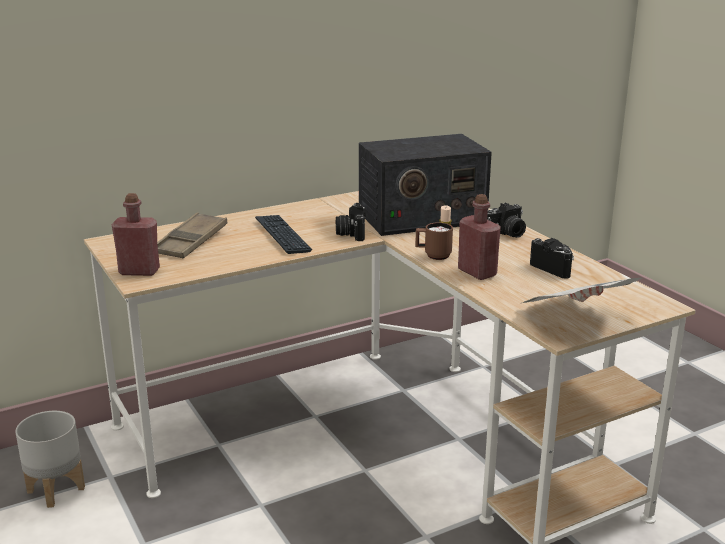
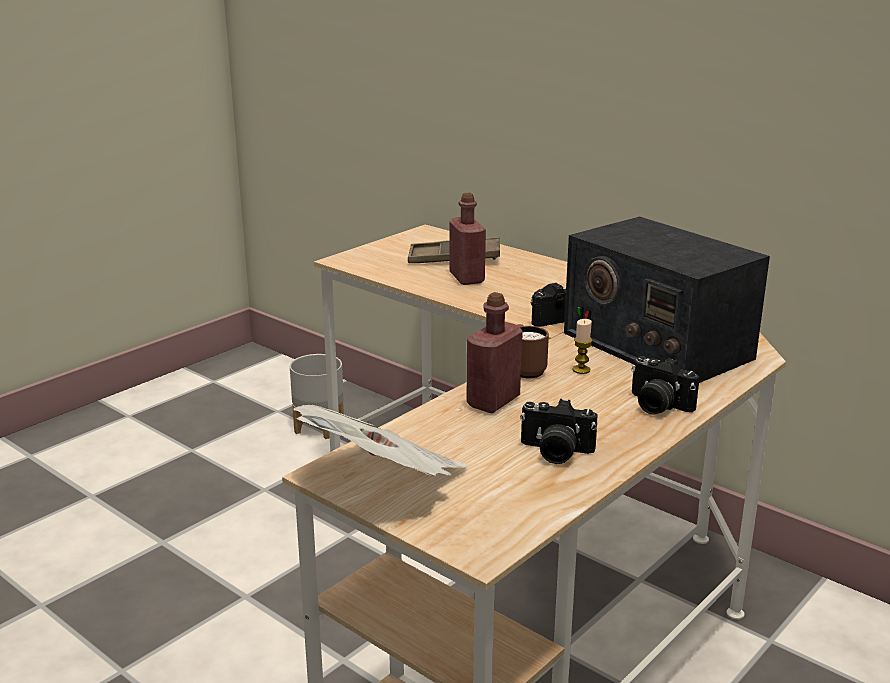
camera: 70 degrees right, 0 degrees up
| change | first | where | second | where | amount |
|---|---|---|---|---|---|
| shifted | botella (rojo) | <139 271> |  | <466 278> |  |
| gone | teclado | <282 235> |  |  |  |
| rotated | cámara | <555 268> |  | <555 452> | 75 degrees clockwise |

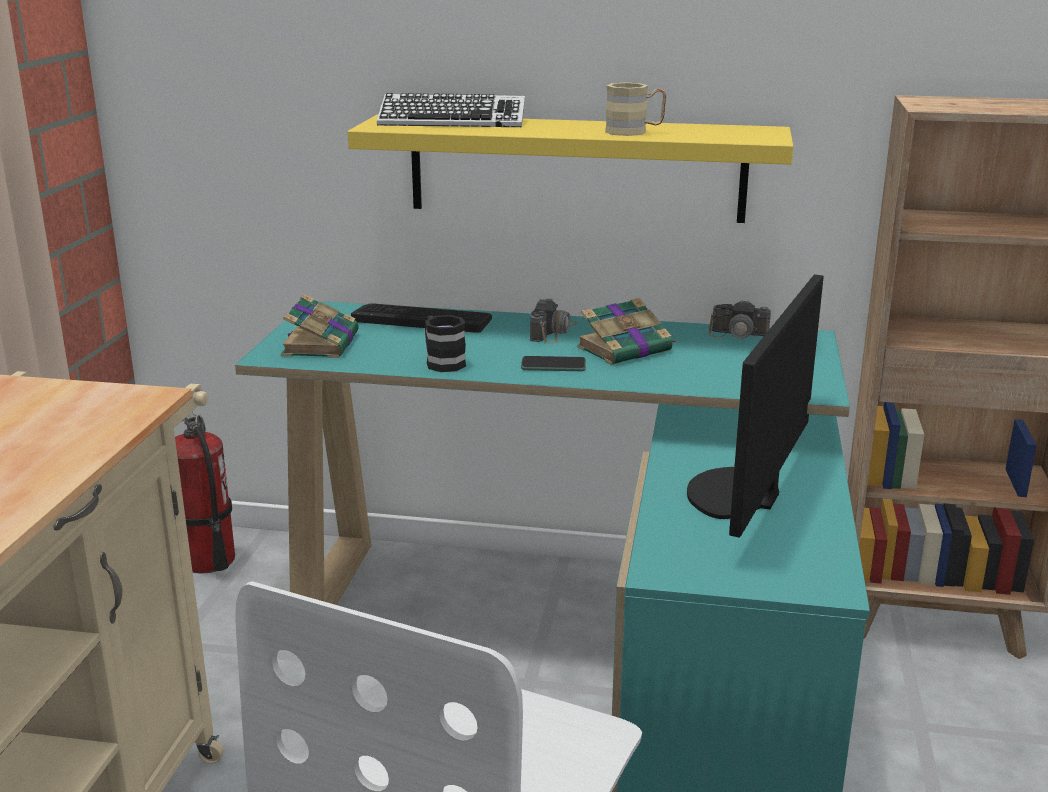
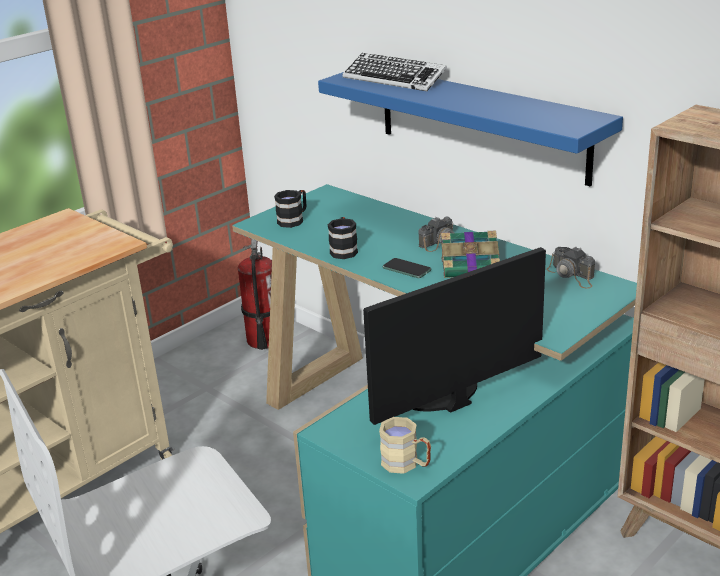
camera: 35 degrees right, 5 degrees up
| change | first | where | second | where | amount |
|---|---|---|---|---|---|
| swapped | libro | <321 343> | taza grande (negro) | <294 220> |  |
| repainted | estante (amarillo) | <576 168> | estante (azul) | <481 123> |  |
| gone | teclado | <422 319> |  |  |  |
| shifted | taza grande (beis) | <634 132> |  | <406 464> |  |

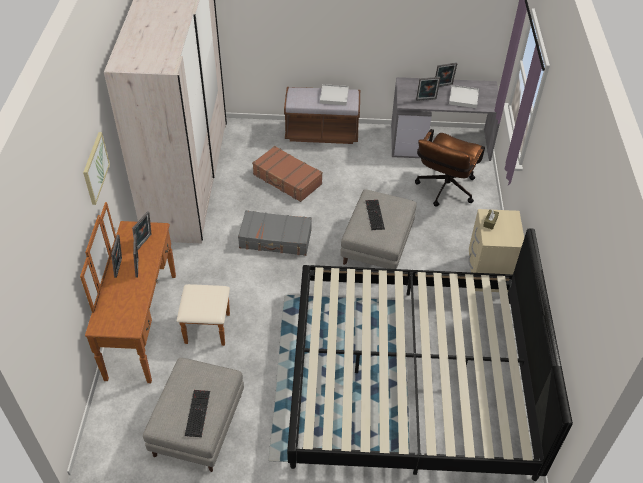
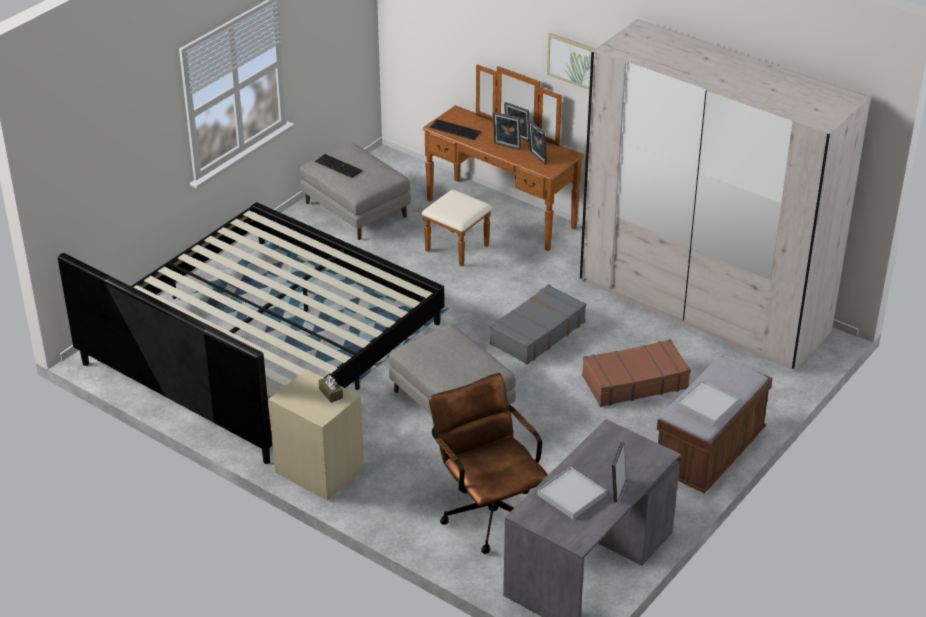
camera: 125 degrees right, 10 degrees down
| change | first | where | second | where | amount |
|---|---|---|---|---|---|
| shifted | teclado | <374 214> |  | <456 130> |  |
| gone | portarretratos | <426 100> |  |  |  |

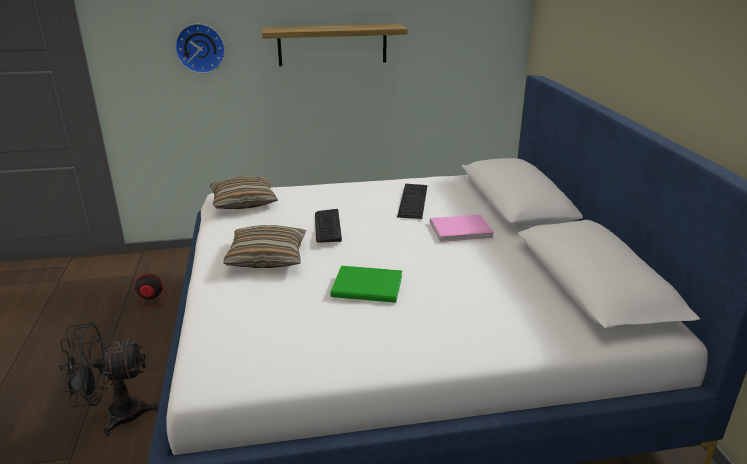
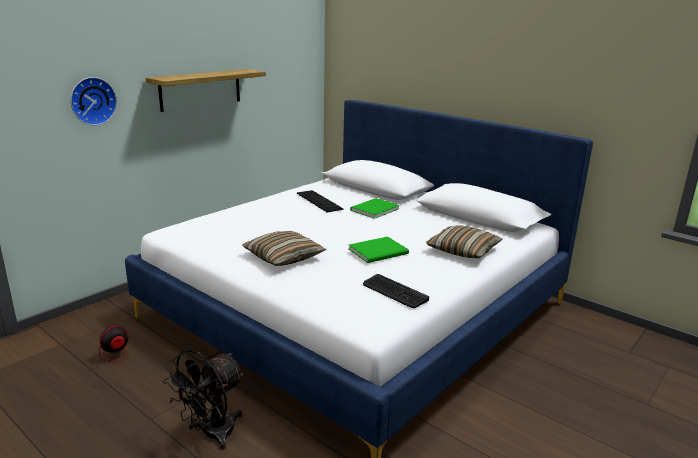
camera: 40 degrees left, 5 degrees down
| change | first | where | second | where | amount |
|---|---|---|---|---|---|
| shifted | cojín | <244 202> |  | <463 250> |  |
| shifted | teclado | <327 226> |  | <394 292> |  |
| repainted | libro (rosa) | <458 229> | libro (verde) | <373 209> |  |

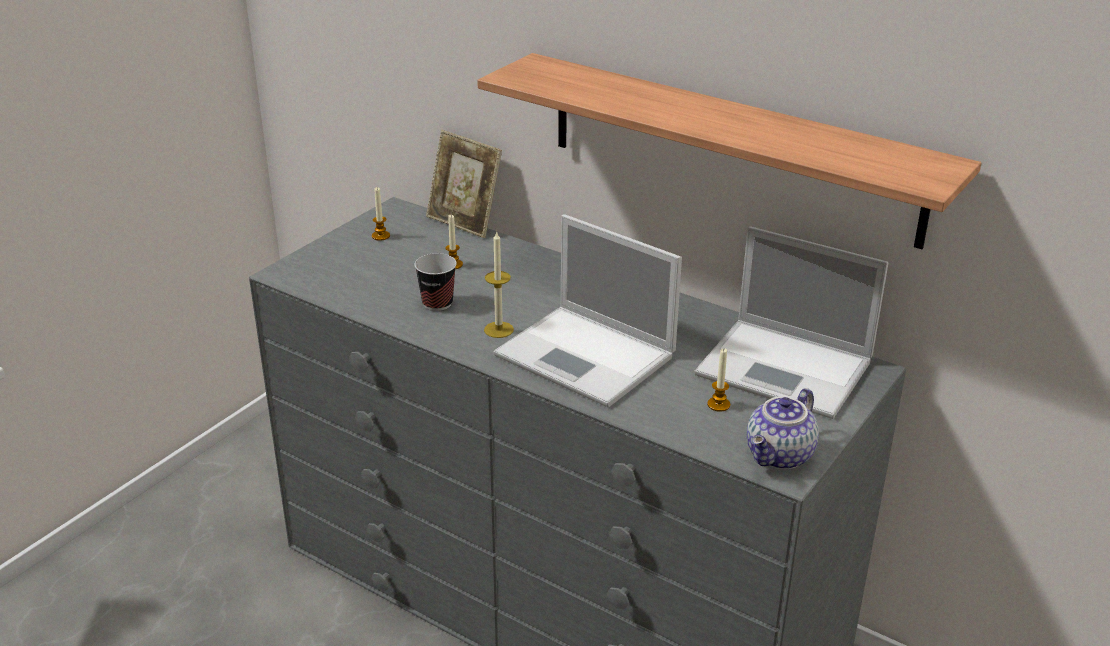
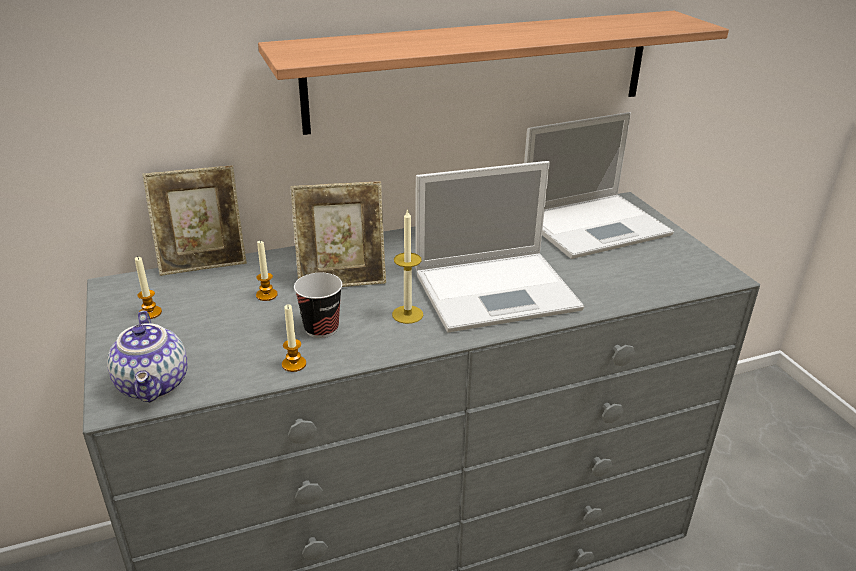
camera: 55 degrees left, 0 degrees up
| change | first | where | second | where | amount |
|---|---|---|---|---|---|
| shifted | vela | <718 405> |  | <294 364> |  |
| shifted | tetera | <780 456> |  | <155 385> |  |
| new |  |  | portarretratos | <342 279> |  |

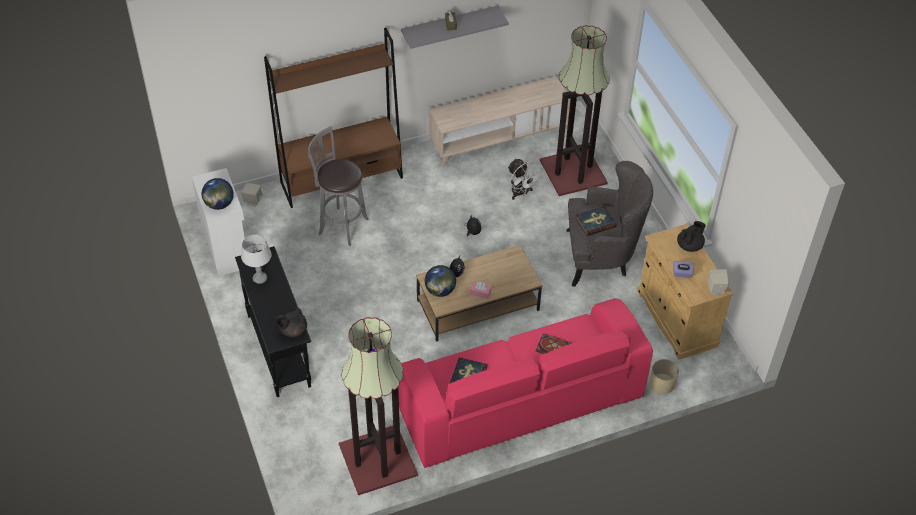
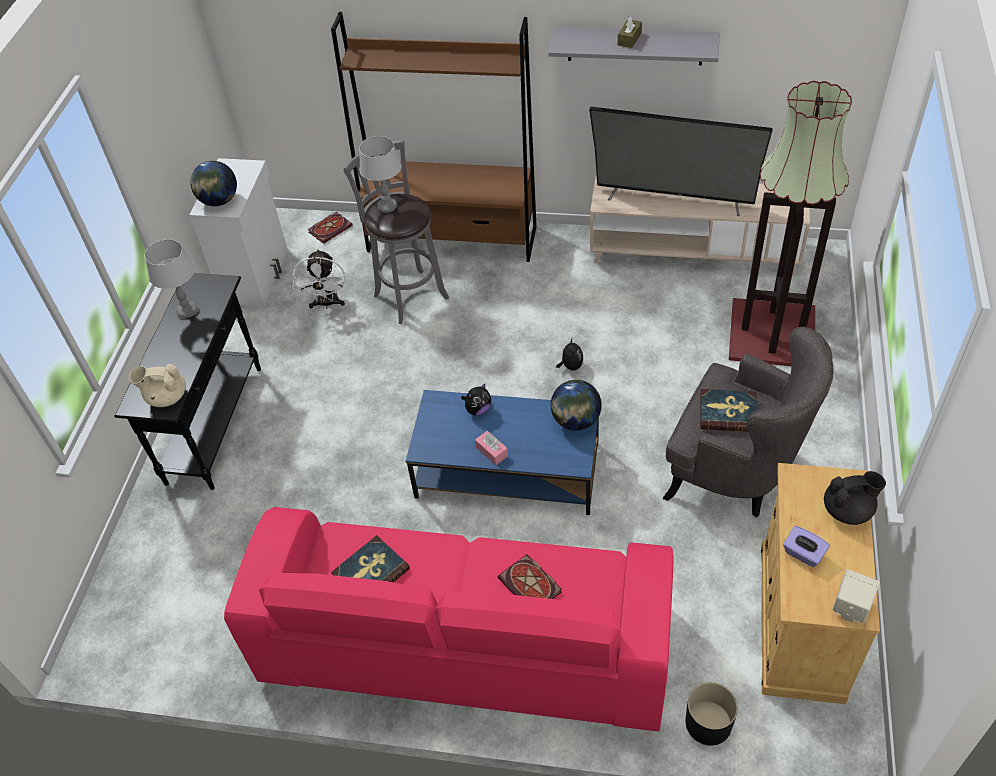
camera: 35 degrees right, 0 degrees up
| change | first | where | second | where | amount |
|---|---|---|---|---|---|
| swapped | altavoz (beis) | <253 201> | libro | <330 228> |  |
| repainted | tetera (negro) | <292 330> | tetera (beis) | <166 397> |  |
| gone | lámpara de pie | <377 461> |  |  |  |
| repainted | mesa de centro (marrón) | <478 305> | mesa de centro (azul) | <507 471> |  |
| shifted | globo terráqueo | <440 291> |  | <575 421> |  |
| shifted | ventilador (blanco) | <521 193> |  | <327 304> |  |
| repainted | maceta (beis) | <662 384> | maceta (negro) | <708 723> |  |
| new |  |  | lámpara de mesa (gris) | <387 207> |  |
| new |  |  | televisor | <674 197> |  |

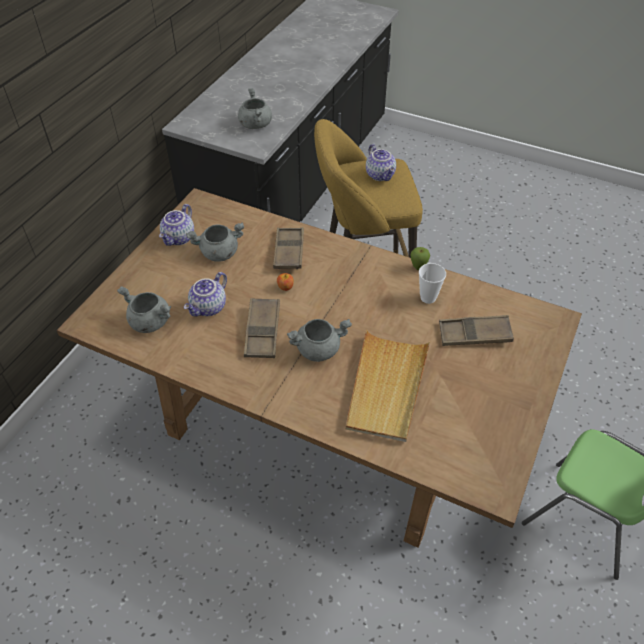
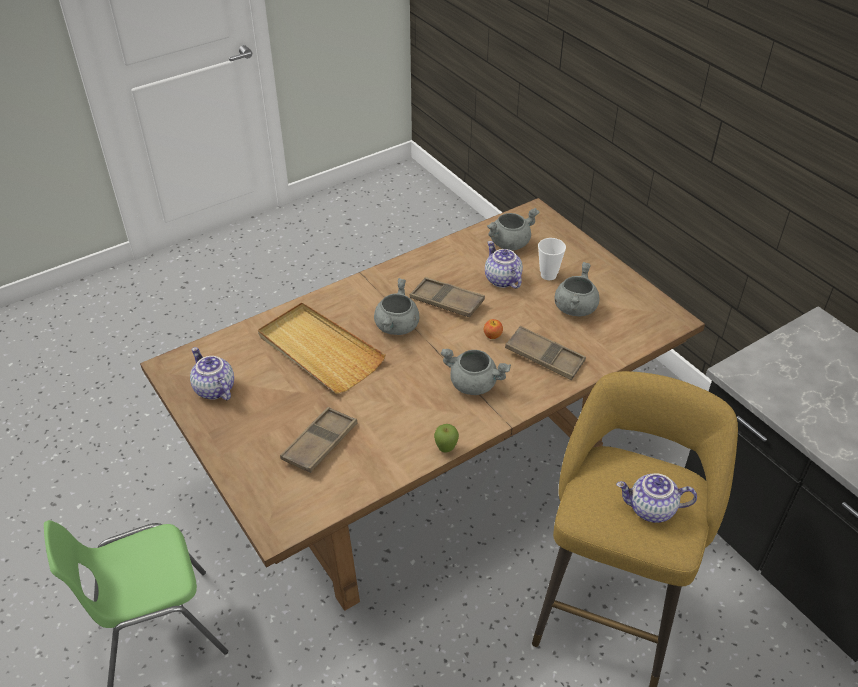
camera: 120 degrees right, 5 degrees down
| change | first | where | second | where | amount |
|---|---|---|---|---|---|
| shifted | tetera | <179 238> |  | <213 389> |  |
| shifted | olla (gris) | <255 124> |  | <474 384> |  |
| shifted | taza | <428 298> |  | <548 275> |  |

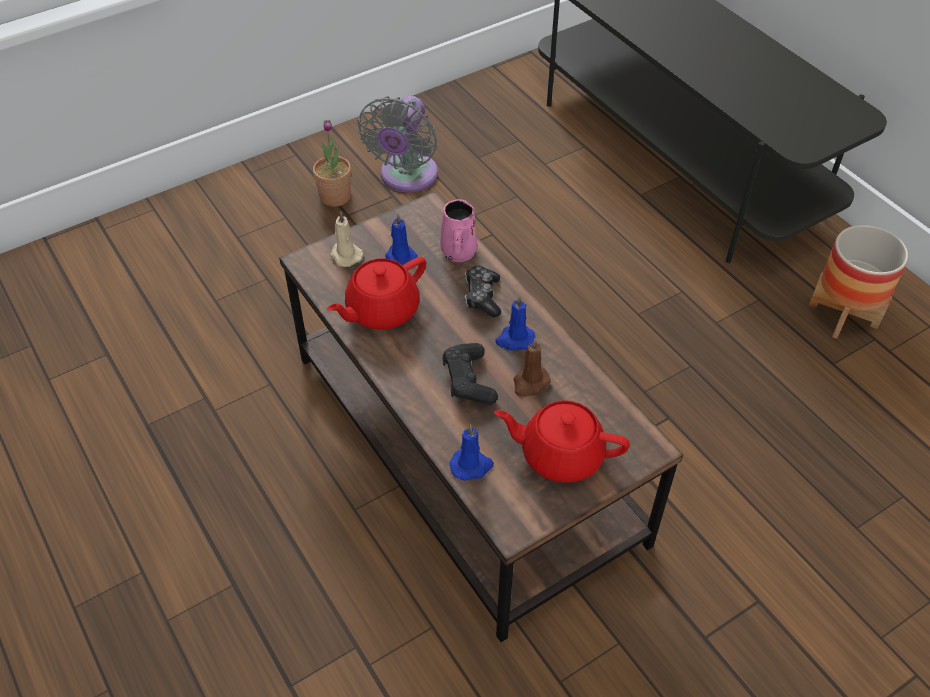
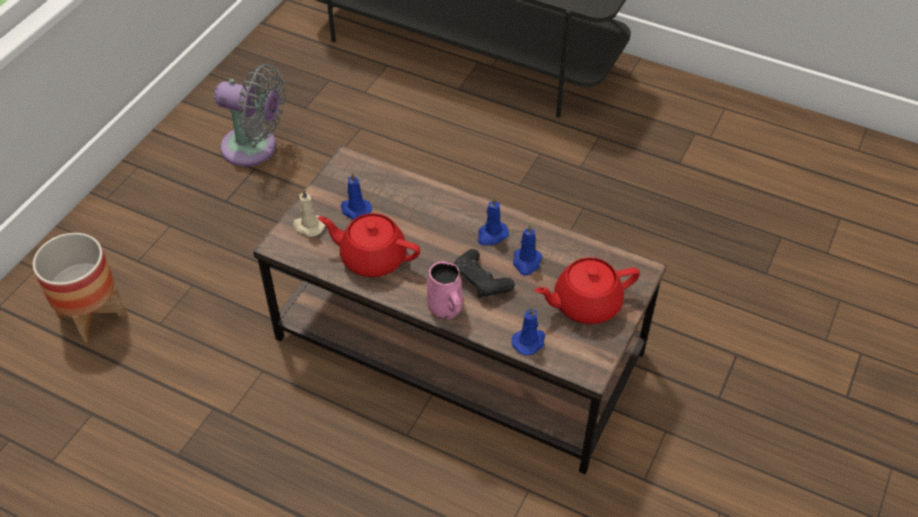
camera: 30 degrees left, 0 degrees up
| change | first | where | second | where | amount |
|---|---|---|---|---|---|
| gone | planta en maceta | <335 196> |  |  |  |
| rotated | tetera (rojo) | <381 310> |  | <372 257> | 90 degrees clockwise |
| rotated | ventilador (gris) | <406 177> |  | <255 148> | 60 degrees counterclockwise |
| shifted | taza grande (rosa) | <458 253> |  | <446 309> |  |
| gone | mando de consola | <482 297> |  |  |  |
| repainted | vela (marrón) | <530 383> | vela (azul) | <526 262> |  |
| shifted | maceta | <843 315> |  | <92 315> |  |

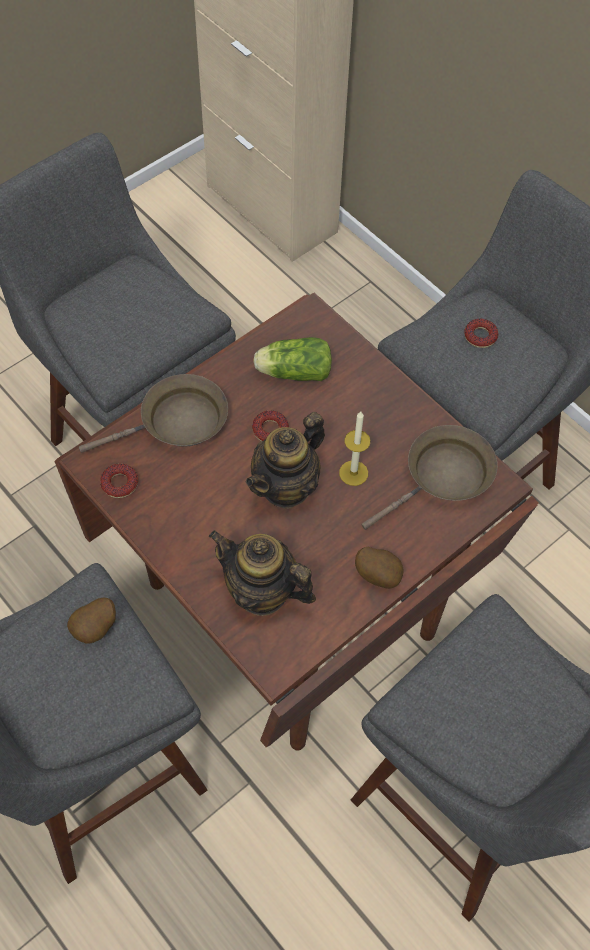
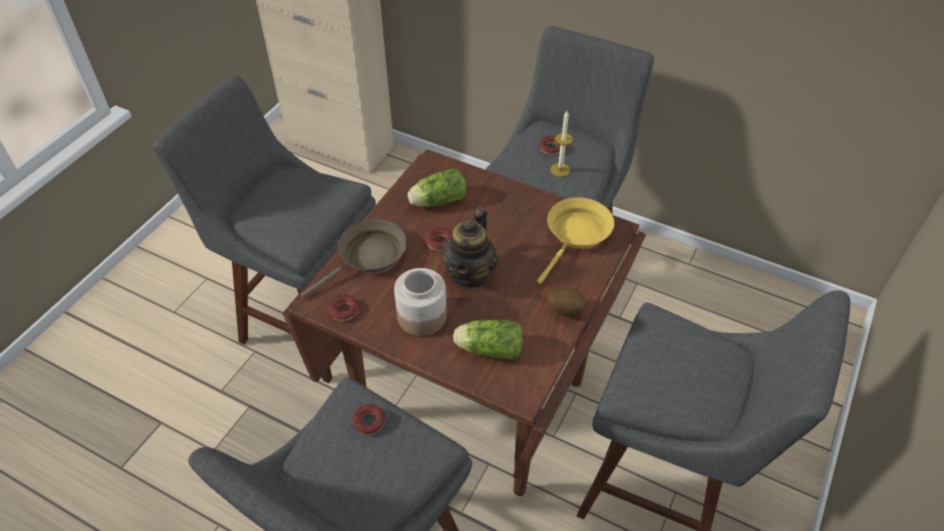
camera: 20 degrees left, 10 degrees down
| change | first | where | second | where | amount |
|---|---|---|---|---|---|
| swapped | patata | <96 629> | rosquilla | <369 421> |  |
| swapped | tetera | <262 592> | lechuga | <487 349> |  |
| shifted | vela | <353 473> |  | <560 170> |  |
| repainted | sartén (marrón) | <443 477> | sartén (amarillo) | <576 235> |  |
| new |  |  | tarro | <421 316> |  |

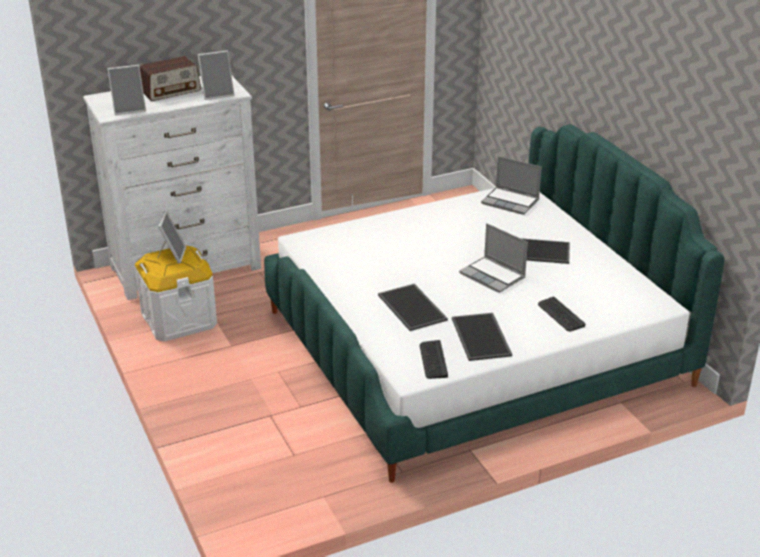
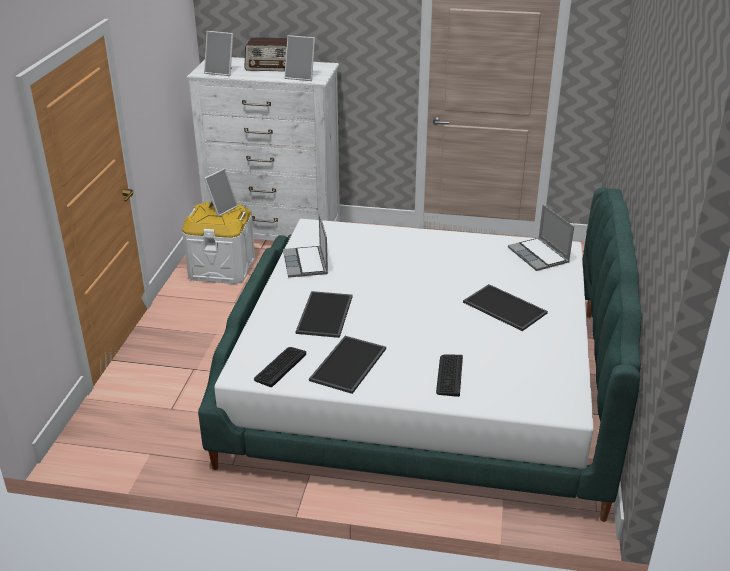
camera: 35 degrees right, 0 degrees up
| change | first | where | second | where | amount |
|---|---|---|---|---|---|
| shifted | portátil | <493 276> |  | <306 263> |  |

